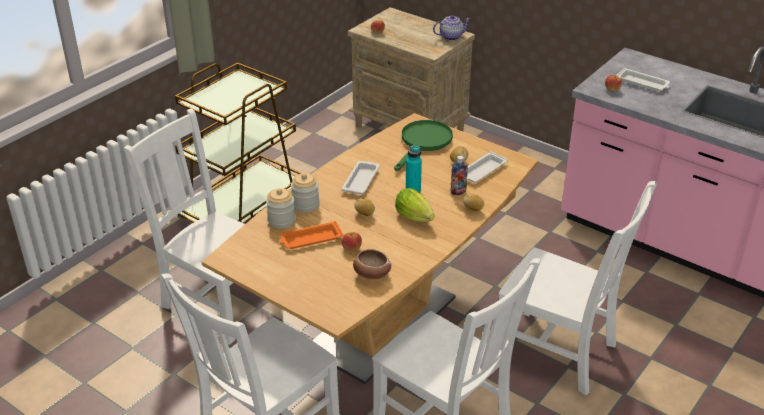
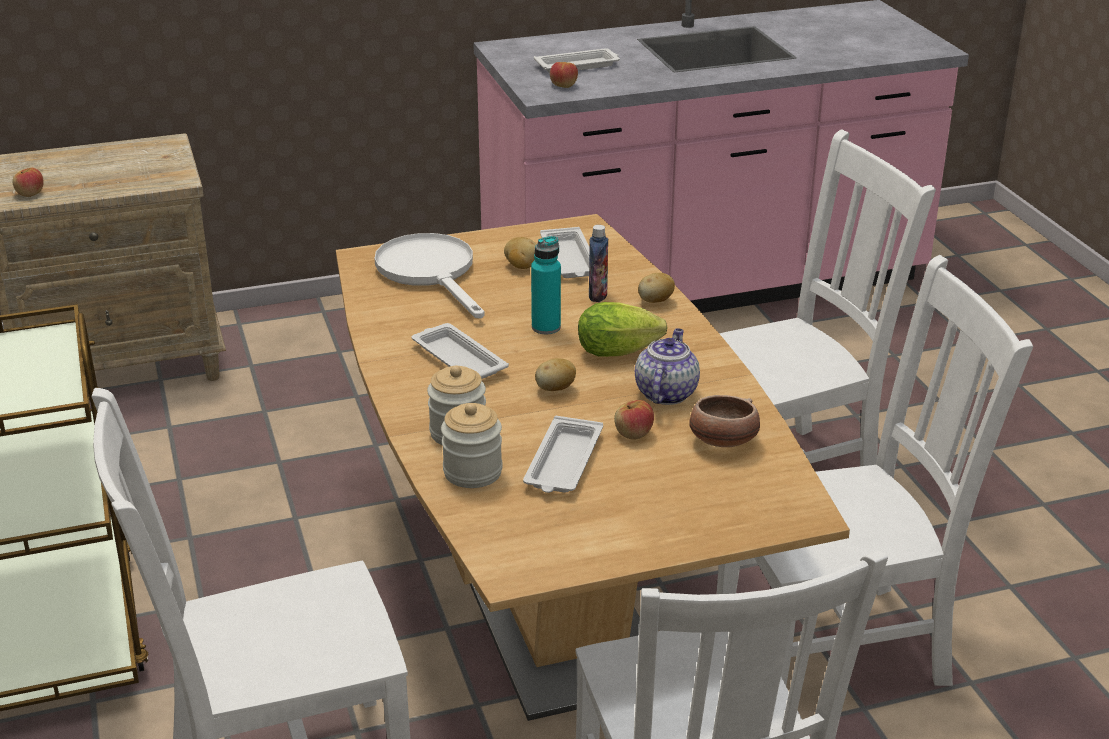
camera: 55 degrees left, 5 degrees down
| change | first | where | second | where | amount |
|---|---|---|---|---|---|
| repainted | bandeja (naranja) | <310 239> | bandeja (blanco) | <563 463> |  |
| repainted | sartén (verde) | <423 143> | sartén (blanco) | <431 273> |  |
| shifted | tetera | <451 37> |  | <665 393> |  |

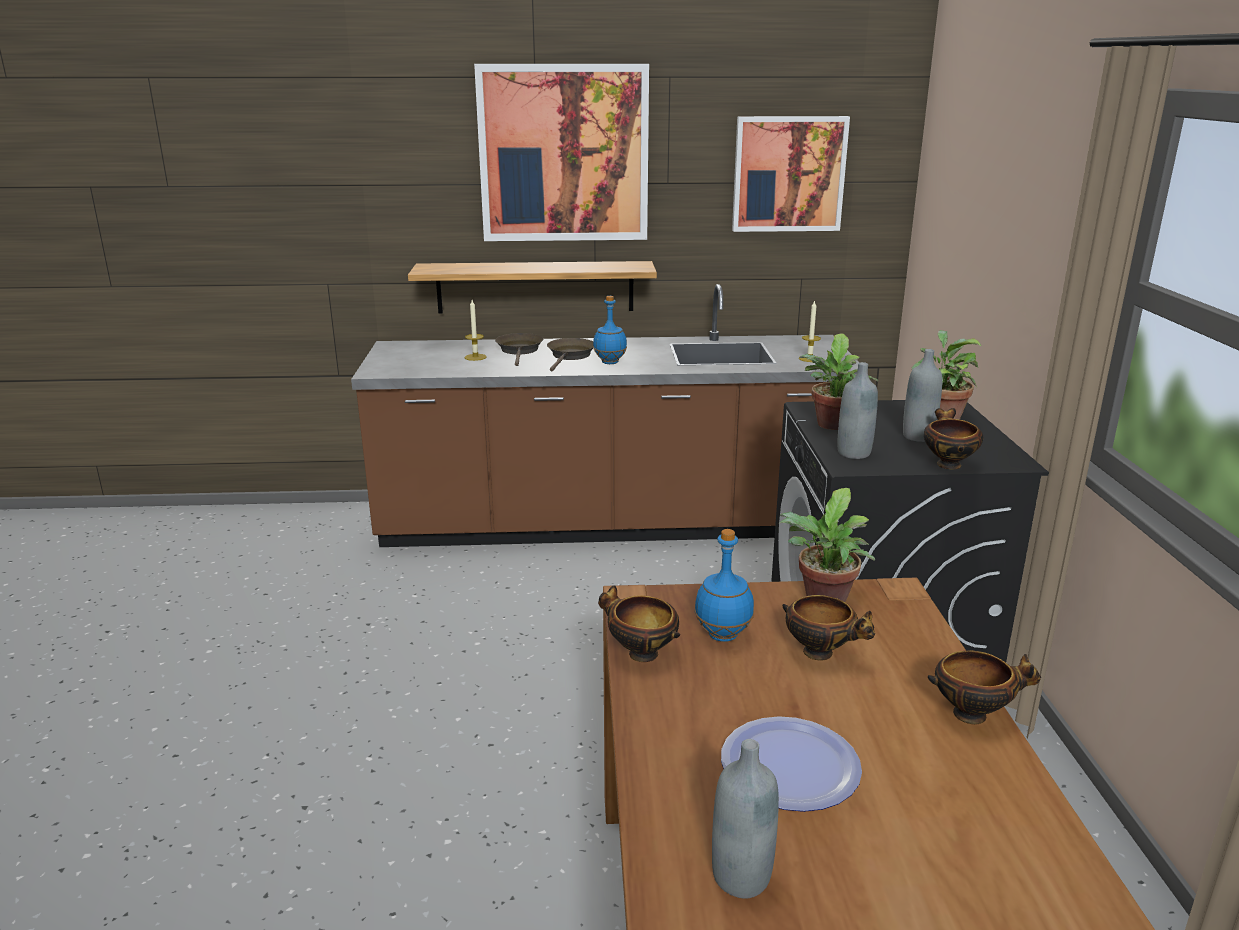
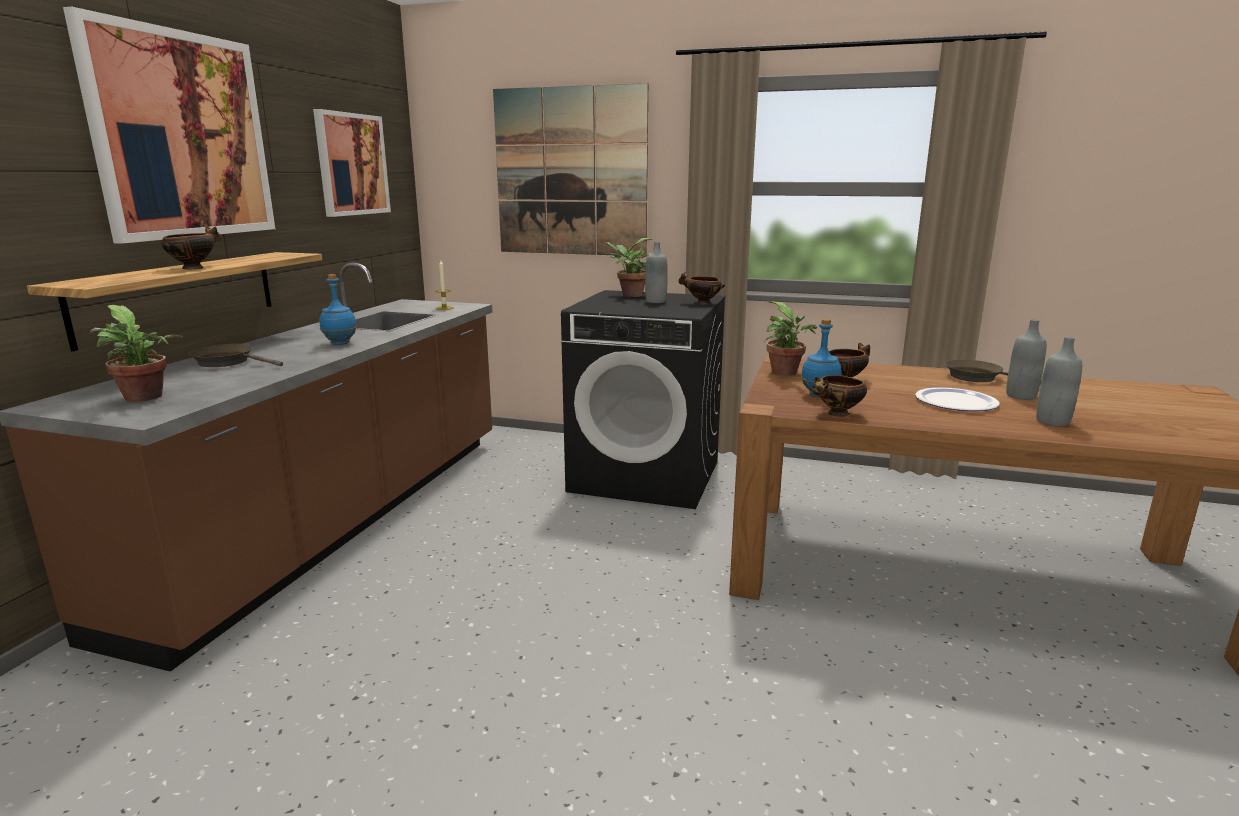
camera: 70 degrees left, 5 degrees down
| change | first | where | second | where | amount |
|---|---|---|---|---|---|
| gone | vela | <475 357> |  |  |  |
| shifted | sartén (marrón) | <570 356> |  | <978 377> |  |
| shifted | planta en maceta | <832 426> |  | <145 398> |  |
| shifted | botella (gris) | <854 453> |  | <1020 396> |  |
| shifted | cuenco | <973 714> |  | <194 268> |  |
| new |  |  | cuadro | <570 172> |  |

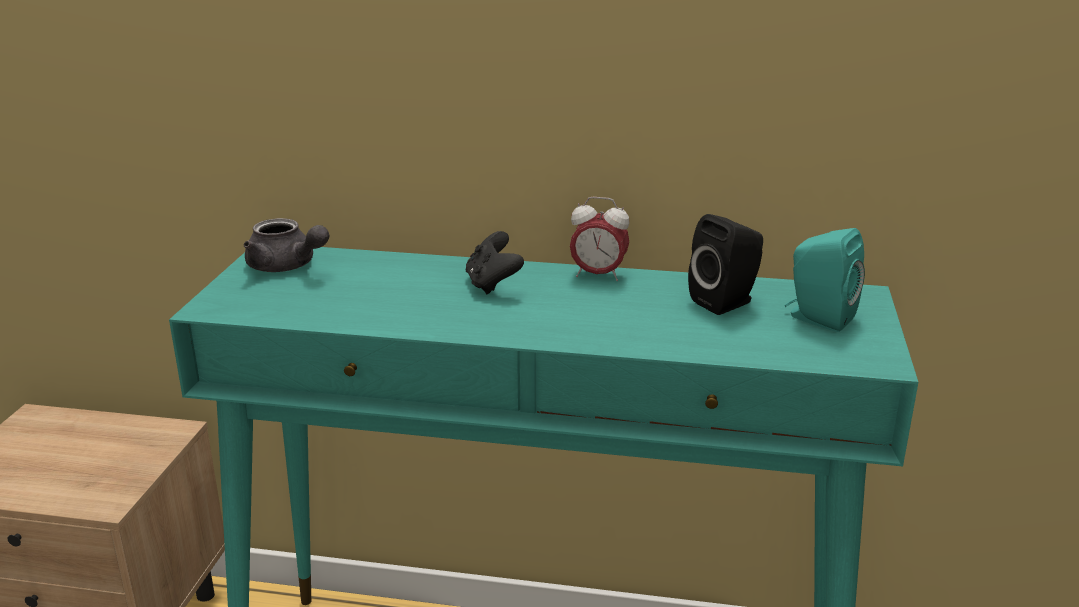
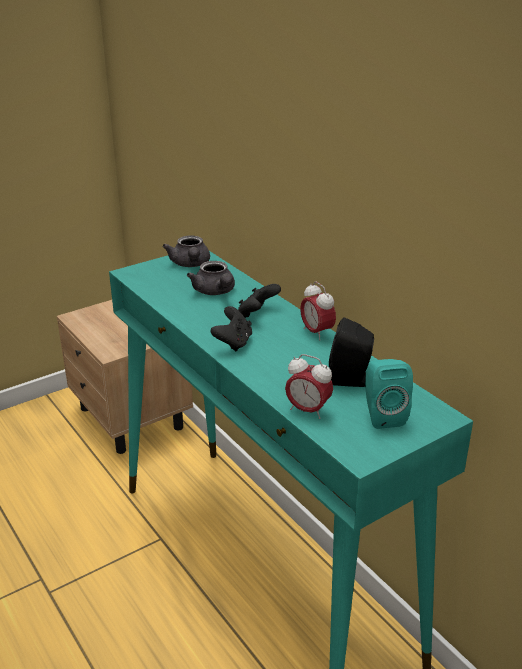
camera: 45 degrees right, 5 degrees up
| change | first | where | second | where | amount |
|---|---|---|---|---|---|
| new |  |  | tetera (gris) | <215 292> |  |
| new |  |  | mando de consola (negro) | <233 343> |  |
| new |  |  | despertador | <308 410> |  |

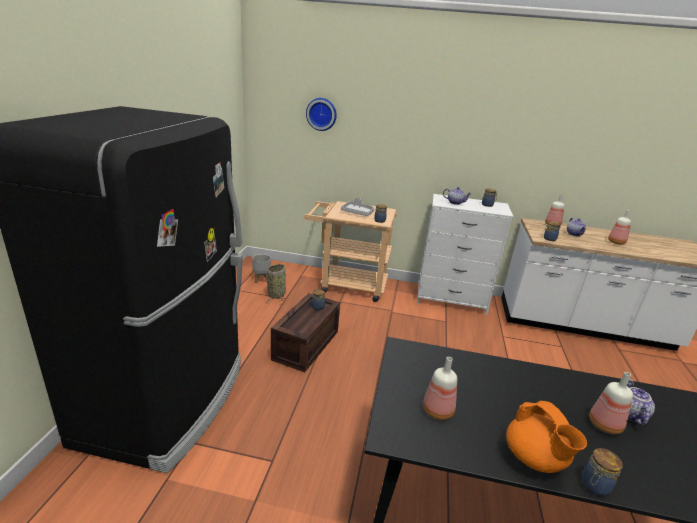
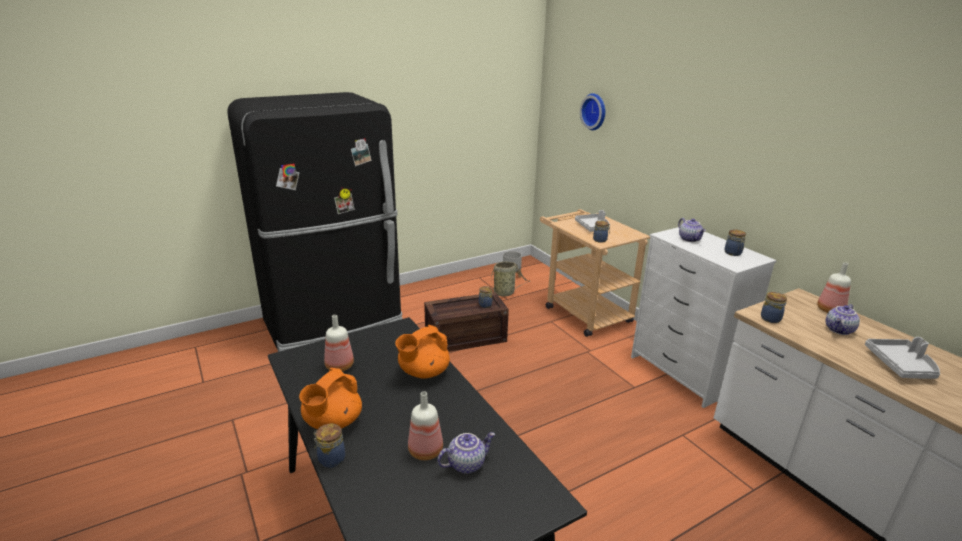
camera: 50 degrees right, 0 degrees up
| change | first | where | second | where | amount |
|---|---|---|---|---|---|
| swapped | botella | <616 242> | bandeja (gris) | <901 365> |  |
| new |  |  | tetera (naranja) | <423 372> |  |

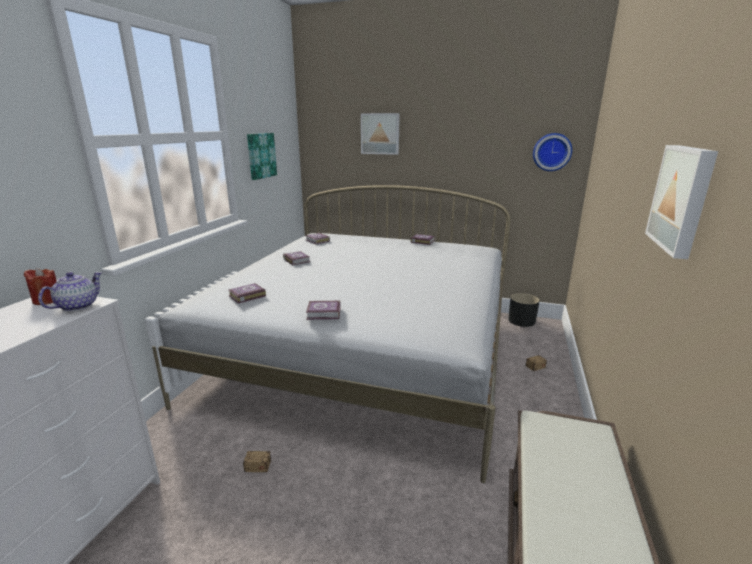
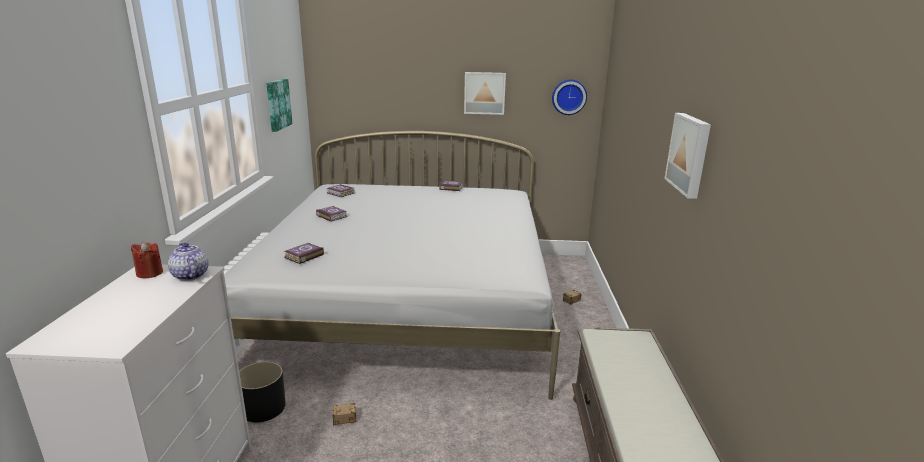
camera: 15 degrees left, 0 degrees up
| change | first | where | second | where | amount |
|---|---|---|---|---|---|
| rotated | tetera | <78 306> |  | <189 275> | 45 degrees counterclockwise |
| gone | libro | <324 314> |  |  |  |
| shifted | cuadro | <380 133> |  | <484 93> |  |
| shifted | maceta (negro) | <521 321> |  | <263 407> |  |

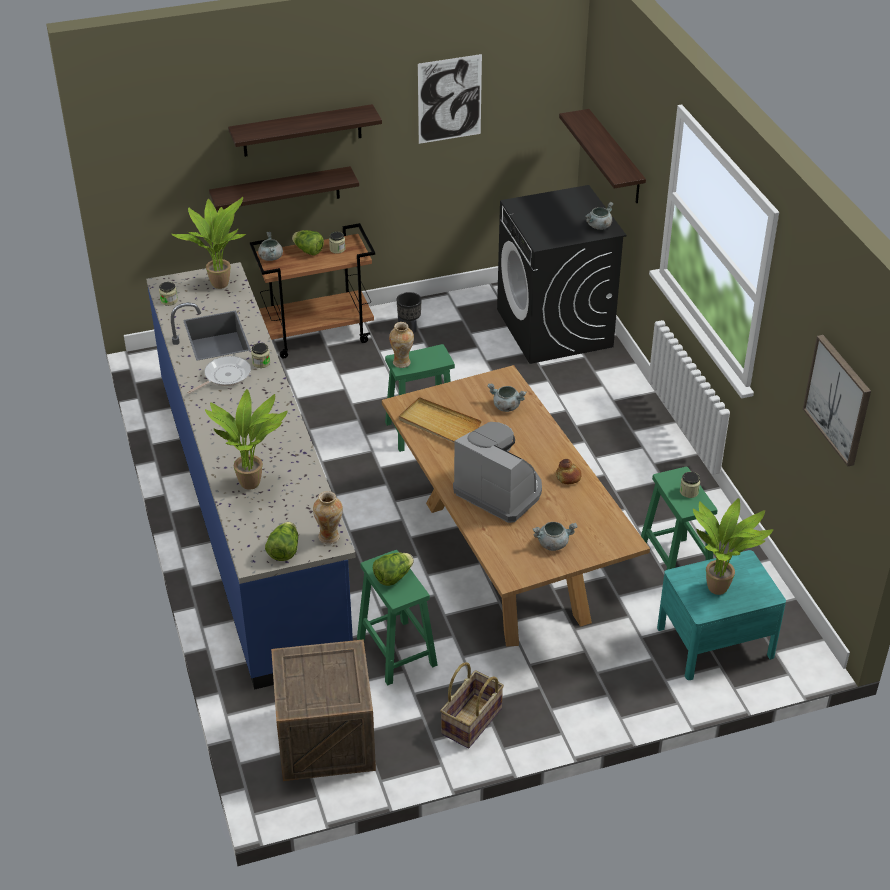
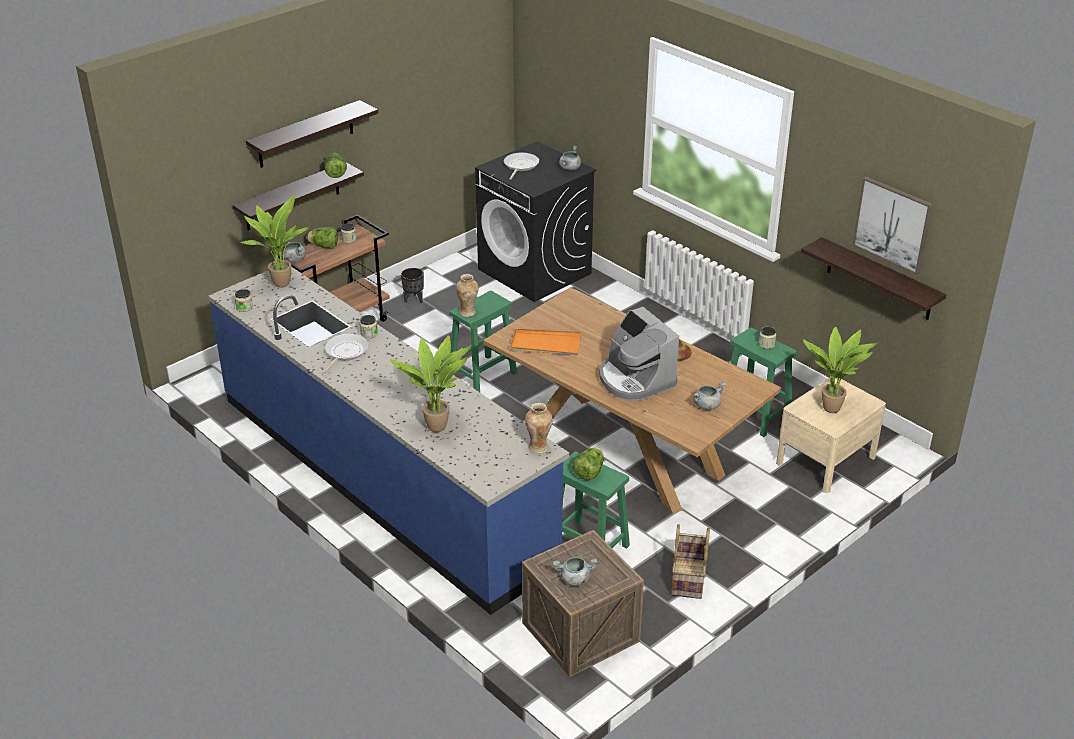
camera: 25 degrees left, 5 degrees down
| change | first | where | second | where | amount |
|---|---|---|---|---|---|
| shifted | lechuga | <284 551> |  | <335 173> |  |
| repainted | bandeja (beis) | <439 424> | bandeja (naranja) | <545 345> |  |
| gone | cuadro | <449 99> |  |  |  |
| rotated | cafetera | <500 491> |  | <635 380> | 135 degrees counterclockwise |
| shifted | olla (gris) | <506 406> |  | <574 579> |  |
| shifted | estante | <615 158> |  | <879 279> |  |
| repainted | mesita de noche (turquesa) | <715 642> | mesita de noche (beis) | <825 460> |  |
| new |  |  | sartén | <520 166> |  |

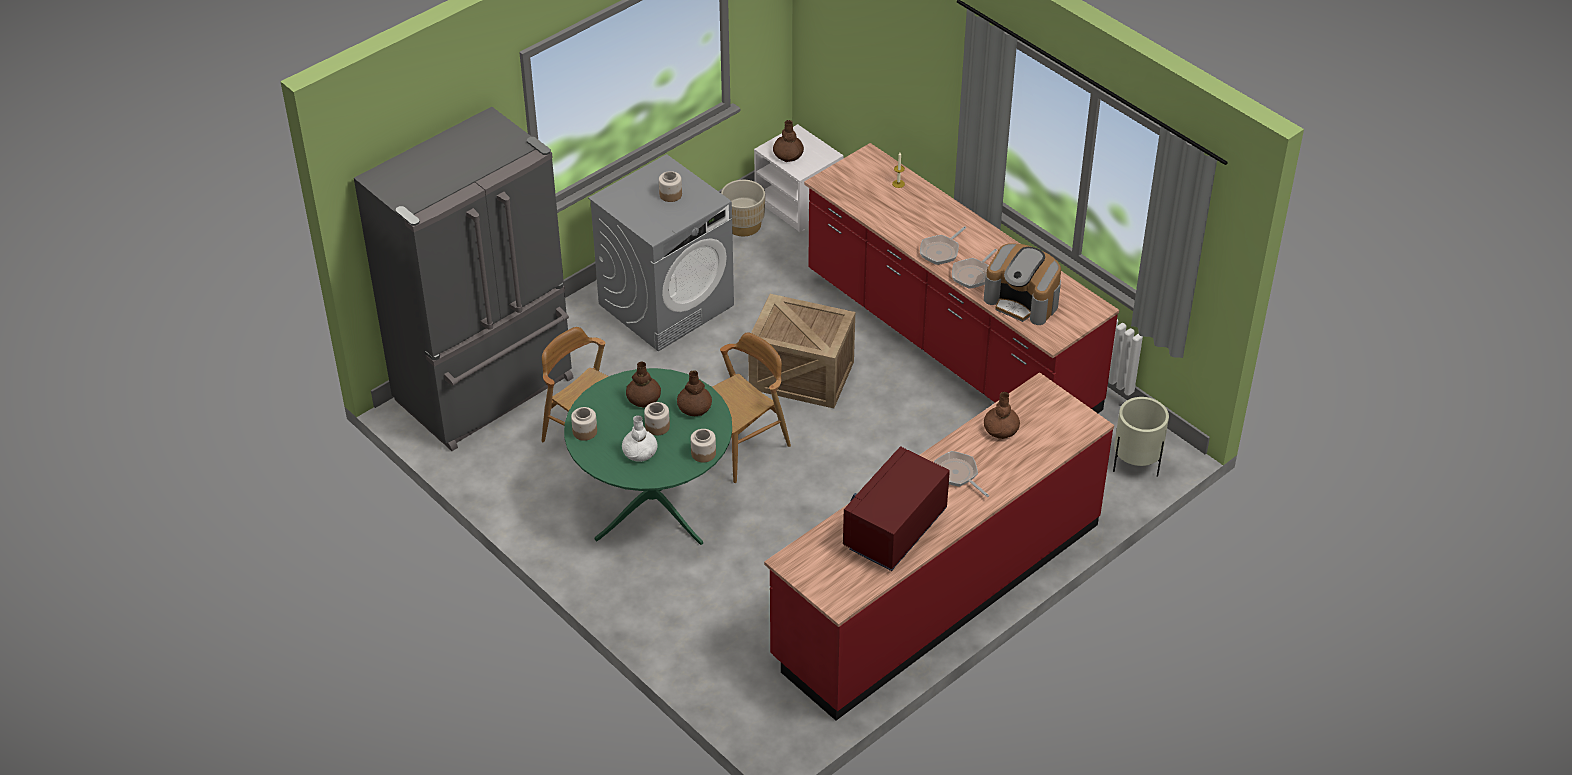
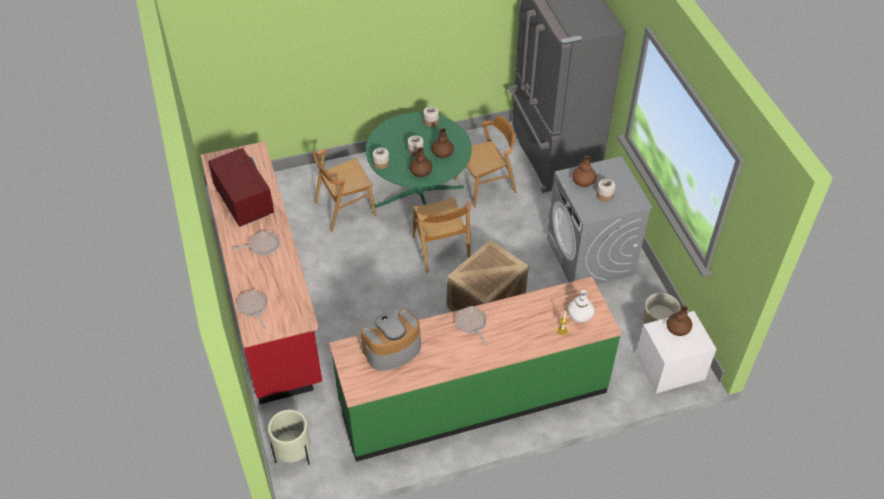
camera: 115 degrees right, 5 degrees up
| change | first | where | second | where | amount |
|---|---|---|---|---|---|
| shifted | florero (blanco) | <640 452> |  | <580 314> |  |
| repainted | mueble bajo de cocina (rojo) | <949 343> | mueble bajo de cocina (verde) | <473 397> |  |
| shifted | sartén | <973 274> |  | <253 307> |  |
| shifted | florero (marrón) | <1001 429> |  | <583 181> |  |
| new |  |  | silla (marrón) | <345 209> |  |

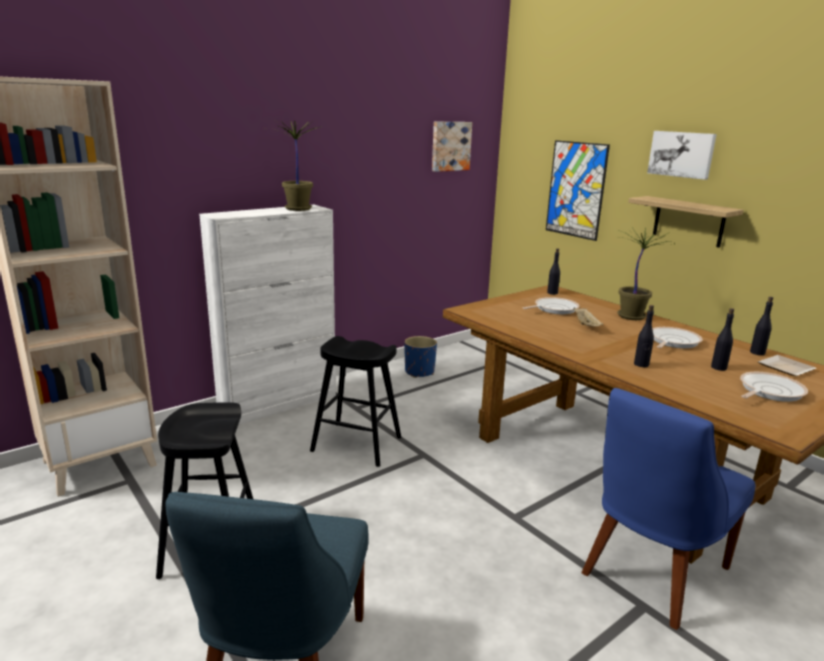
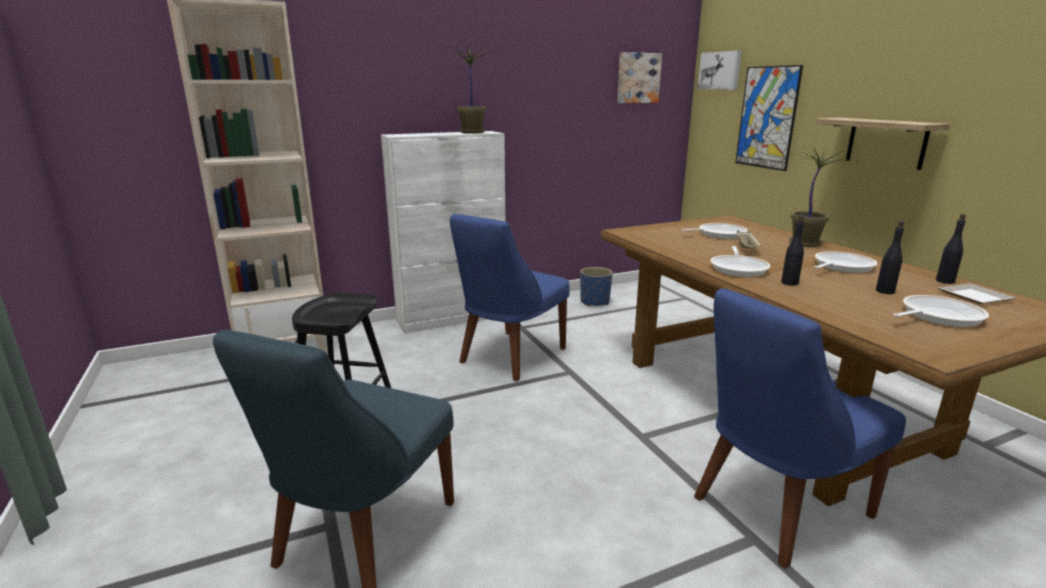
camera: 15 degrees right, 0 degrees up
| change | first | where | second | where | amount |
|---|---|---|---|---|---|
| swapped | taburete (negro) | <357 444> | silla (azul) | <509 357> |  |
| gone | botella (negro) | <552 293> |  |  |  |
| shifted | cuadro | <681 154> |  | <720 70> |  |
| new |  |  | sartén | <739 268> |  |

